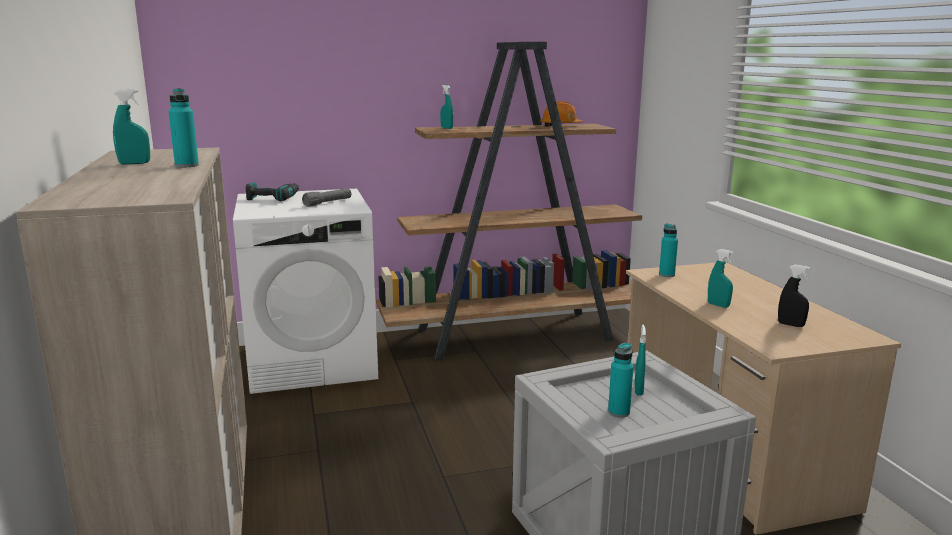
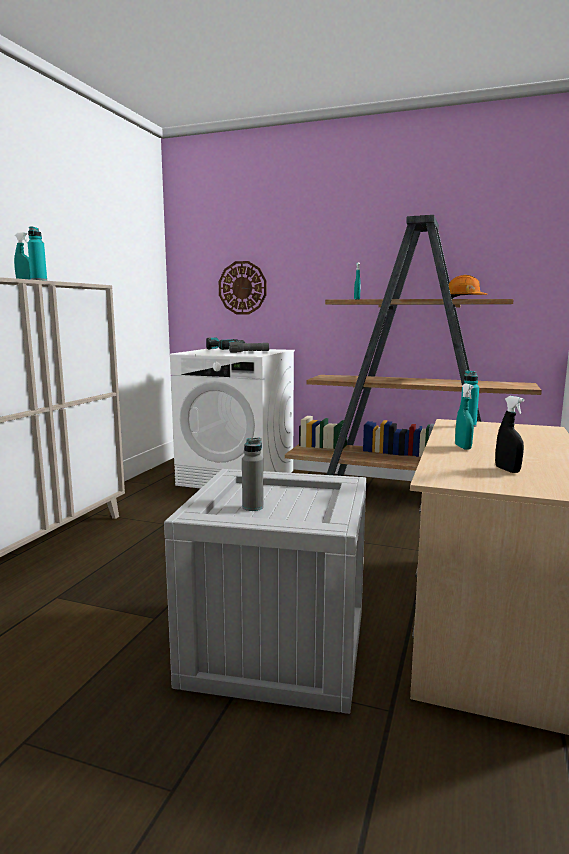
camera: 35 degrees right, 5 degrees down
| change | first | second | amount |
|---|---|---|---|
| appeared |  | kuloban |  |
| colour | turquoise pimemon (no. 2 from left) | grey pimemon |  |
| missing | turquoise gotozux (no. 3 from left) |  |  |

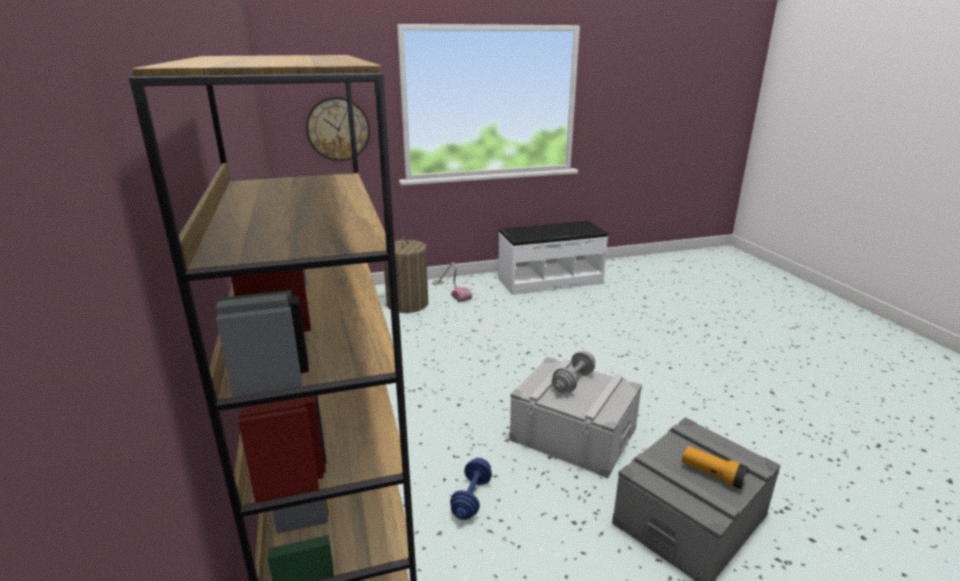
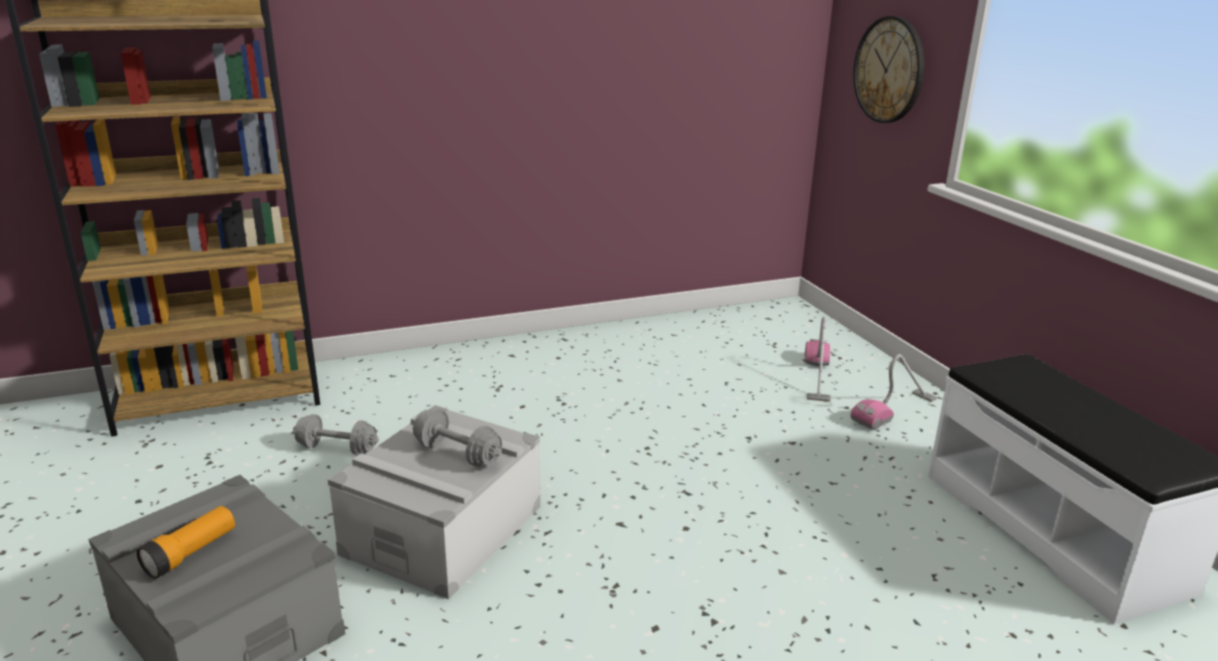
camera: 85 degrees right, 0 degrees up
| change | first | second | amount |
|---|---|---|---|
| colour | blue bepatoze | grey bepatoze (no. 1 from left) |  |
| exchanged | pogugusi | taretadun (no. 1 from left) |  |

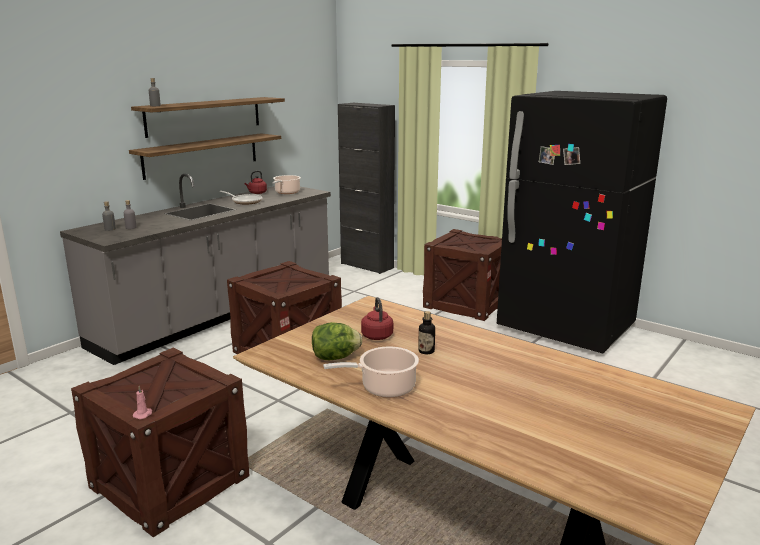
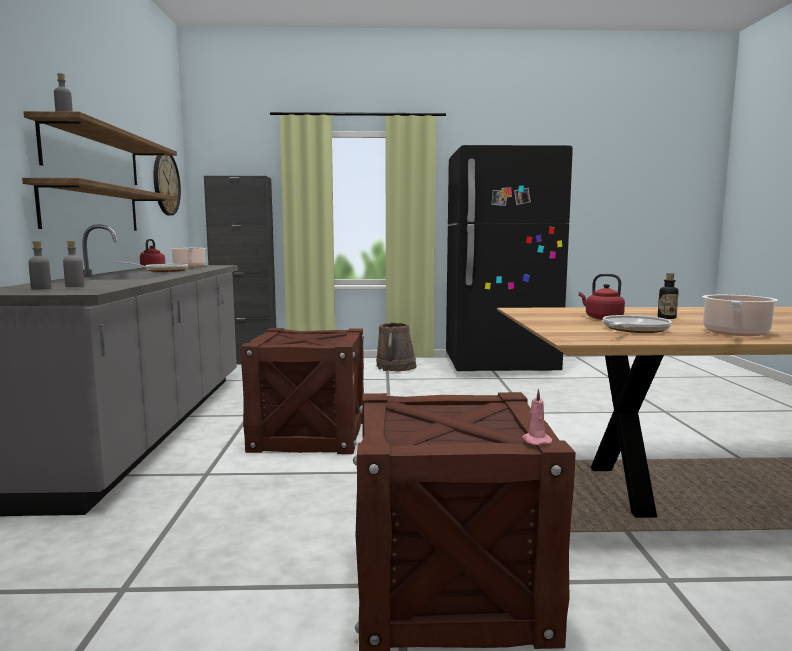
camera: 40 degrees left, 10 degrees down
| change | first | second | amount |
|---|---|---|---|
| appeared |  | kuloban |  |
| exchanged | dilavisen (no. 3 from left) | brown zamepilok |  |
| exchanged | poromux | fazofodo (no. 2 from left) |  |

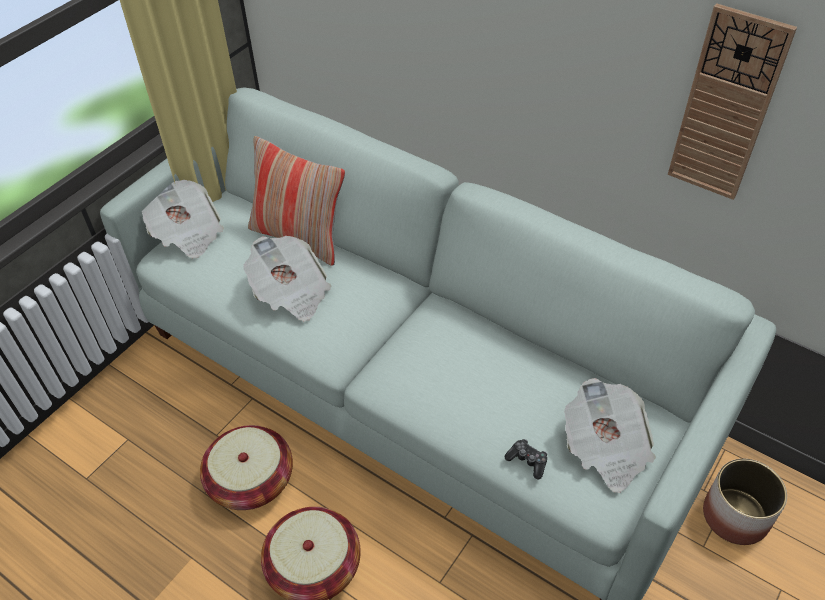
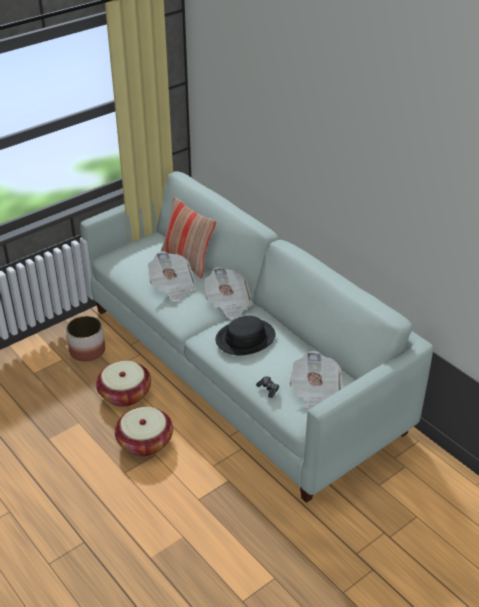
camera: 15 degrees right, 10 degrees down
| change | first | second | amount |
|---|---|---|---|
| relocated | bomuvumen |  |  |
| relocated | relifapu (no. 1 from left in the first image) | relifapu (no. 2 from left) |  |
| appeared |  | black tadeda |  |
| missing | kuloban |  |  |

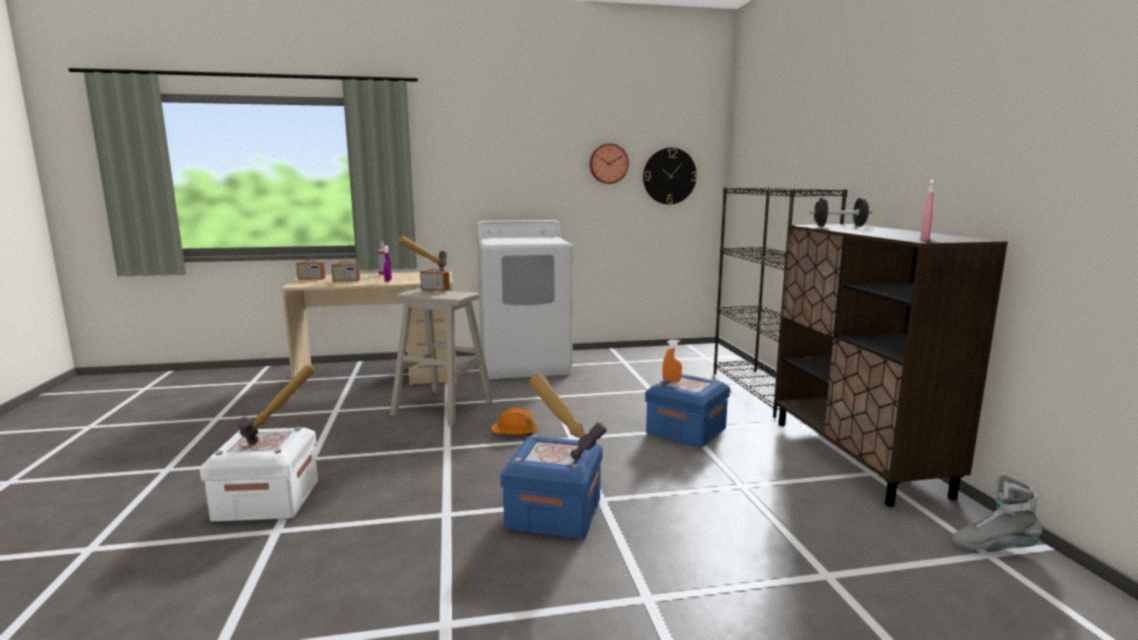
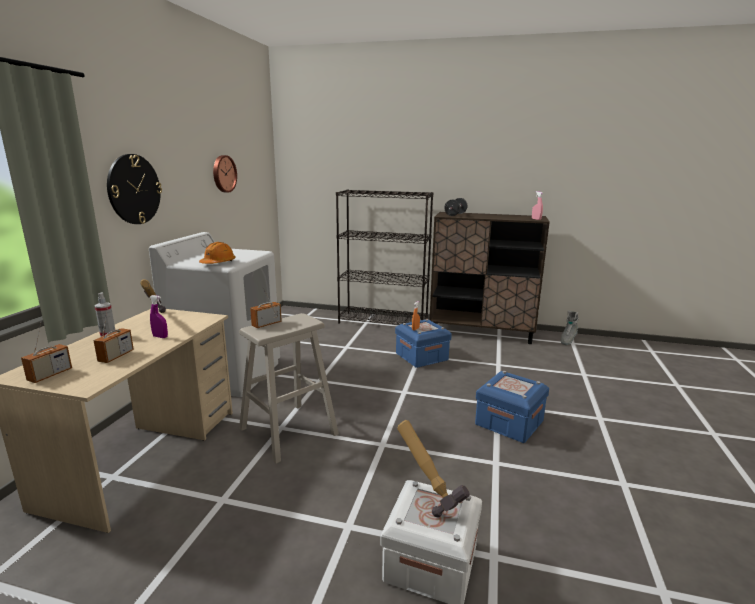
camera: 65 degrees left, 5 degrees up
| change | first | second | amount |
|---|---|---|---|
| relocated | kuloban (no. 2 from left in the first image) | kuloban (no. 1 from left) |  |
| relocated | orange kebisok |  |  |
| missing | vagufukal (no. 3 from left) |  |  |

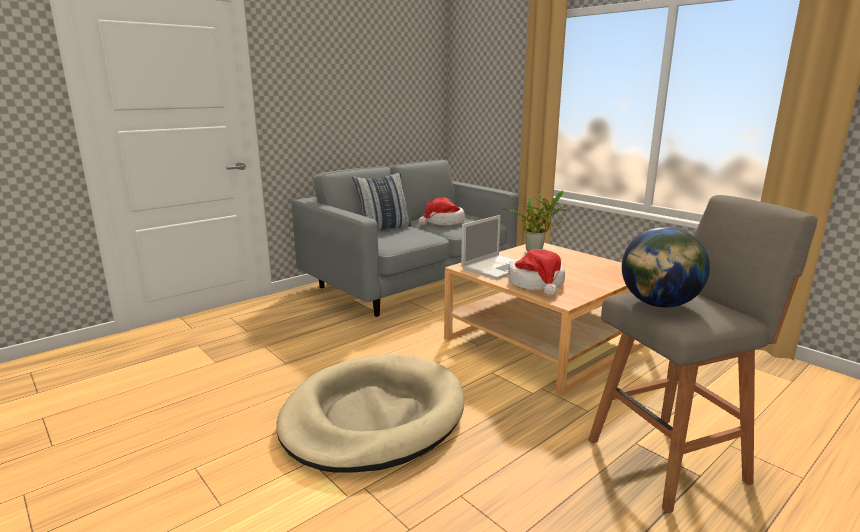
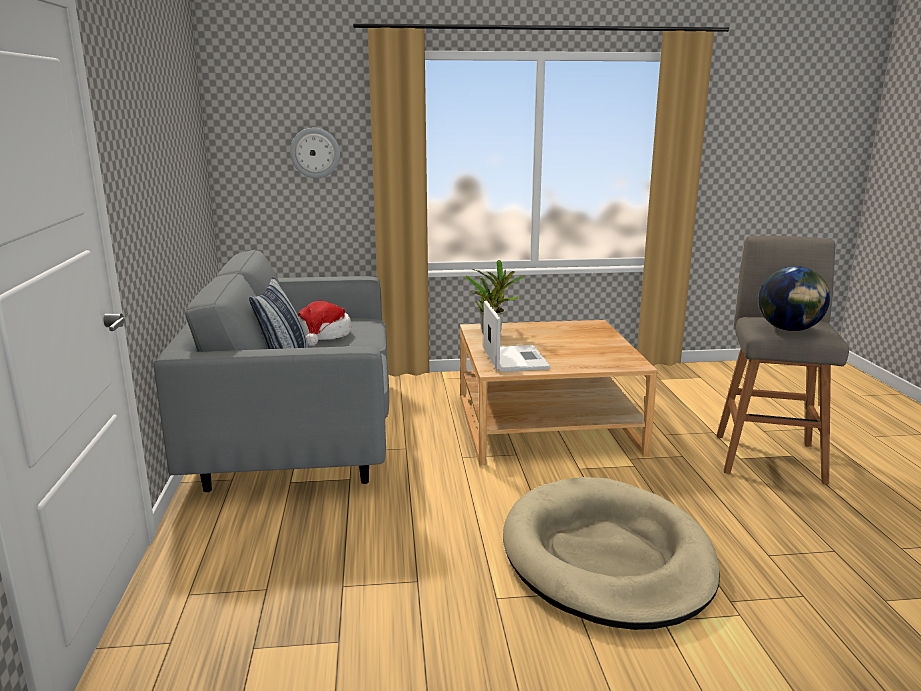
camera: 55 degrees left, 0 degrees up
| change | first | second | amount |
|---|---|---|---|
| appeared |  | kuloban |  |
| missing | tadeda (no. 2 from left) |  |  |

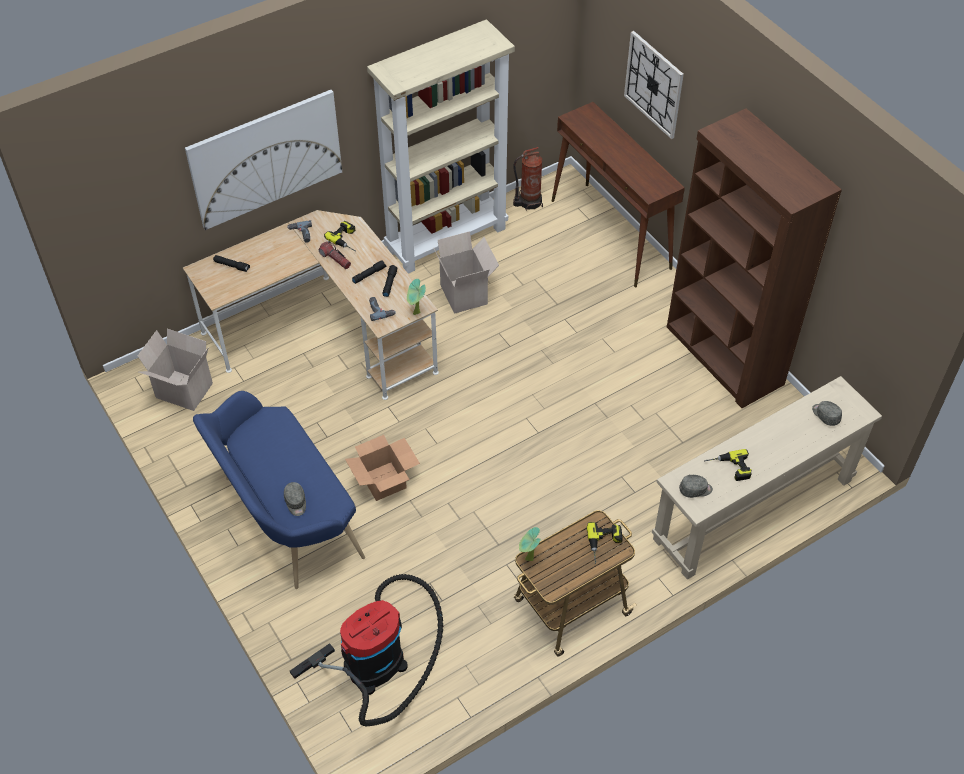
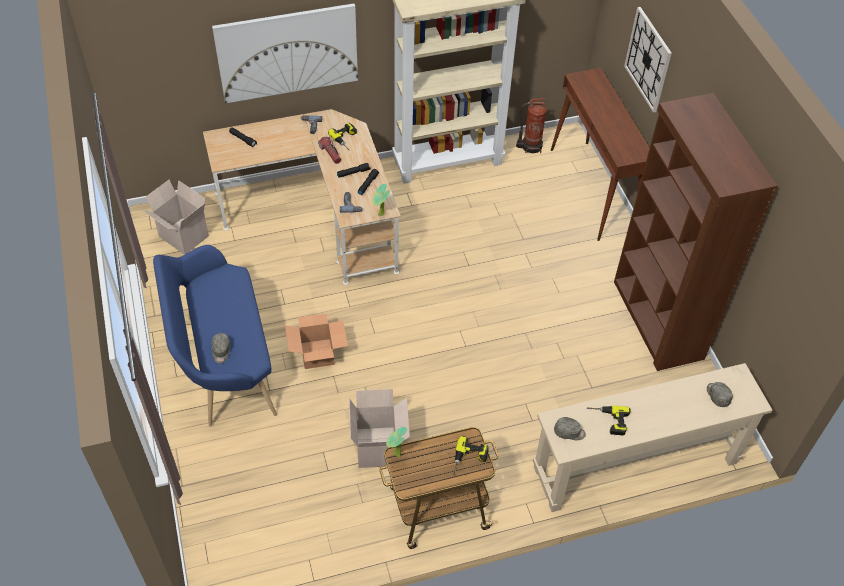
camera: 15 degrees right, 0 degrees up
| change | first | second | amount |
|---|---|---|---|
| relocated | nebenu (no. 3 from left) |  |  |
| missing | taretadun |  |  |

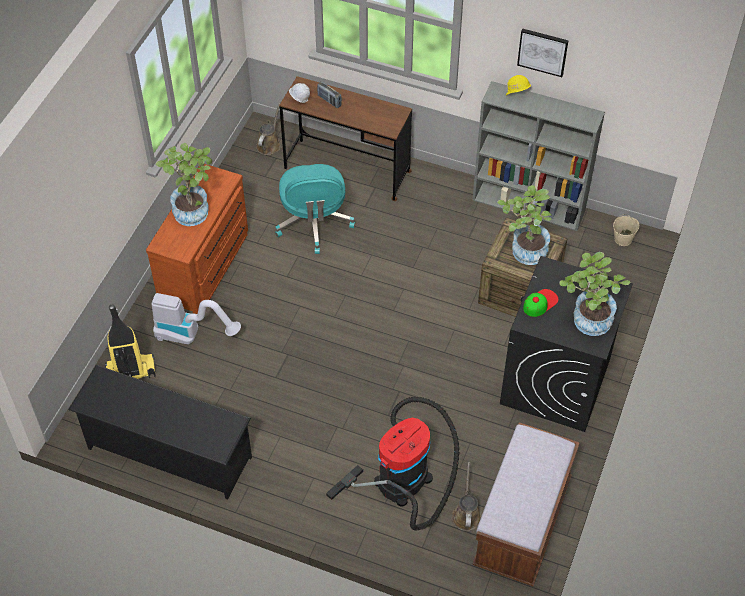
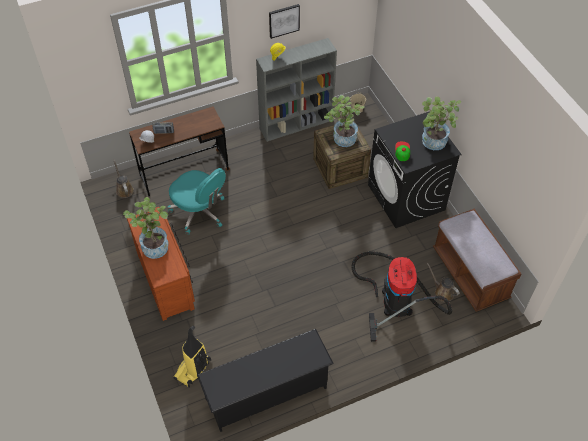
camera: 45 degrees left, 0 degrees up
| change | first | second | amount |
|---|---|---|---|
| missing | taretadun (no. 2 from left) |  |  |

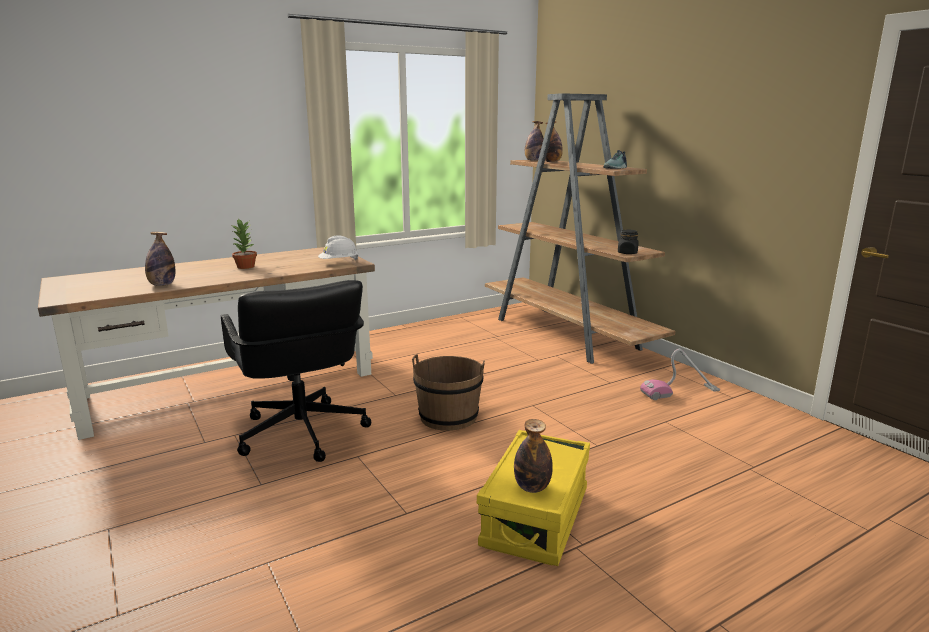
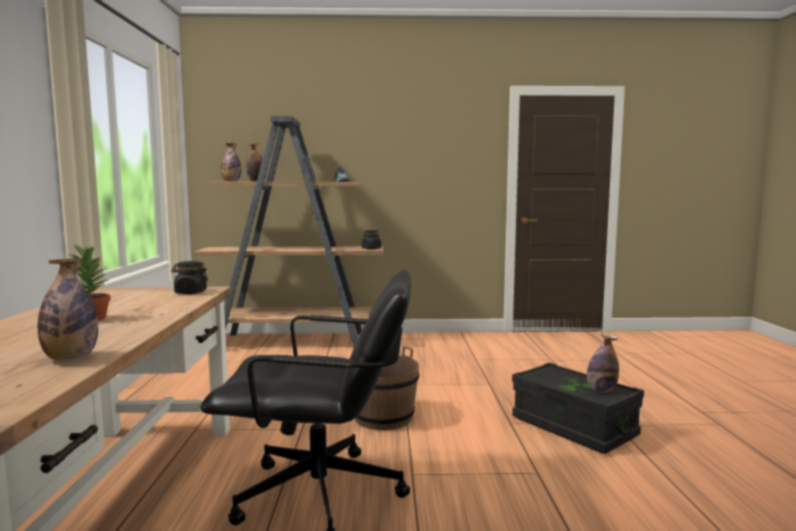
camera: 60 degrees left, 10 degrees down
| change | first | second | amount |
|---|---|---|---|
| exchanged | white kebisok | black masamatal (no. 1 from left) |  |
| colour | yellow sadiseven | black sadiseven |  |
| missing | taretadun |  |  |

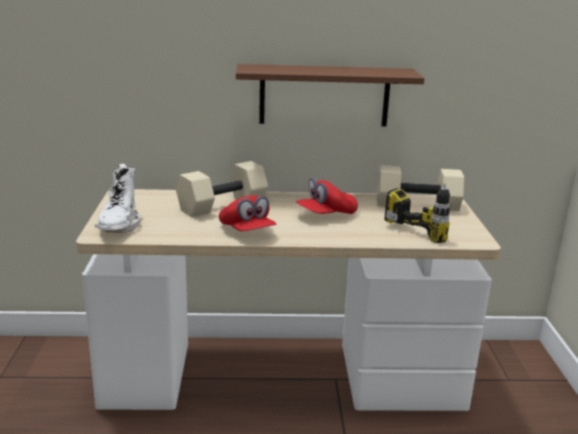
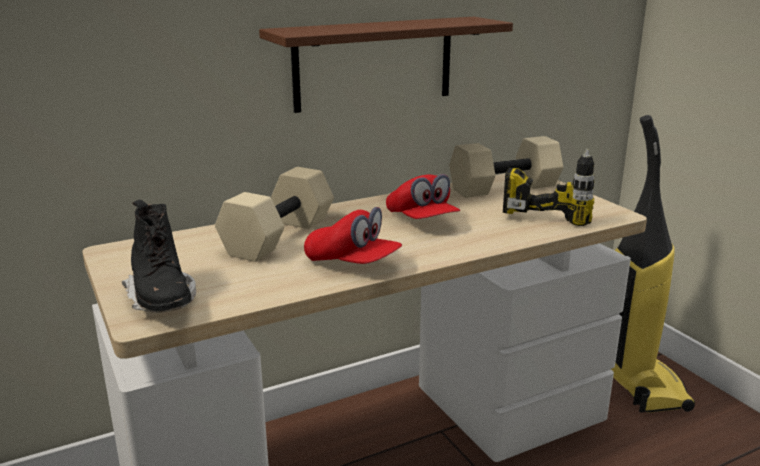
camera: 25 degrees left, 0 degrees up
| change | first | second | amount |
|---|---|---|---|
| colour | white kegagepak | black kegagepak |  |
| spun | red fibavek (no. 2 from left) |  | 60 degrees counterclockwise |
| appeared |  | taretadun |  |

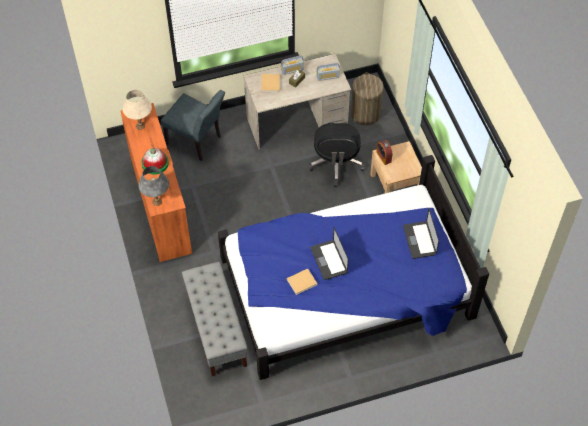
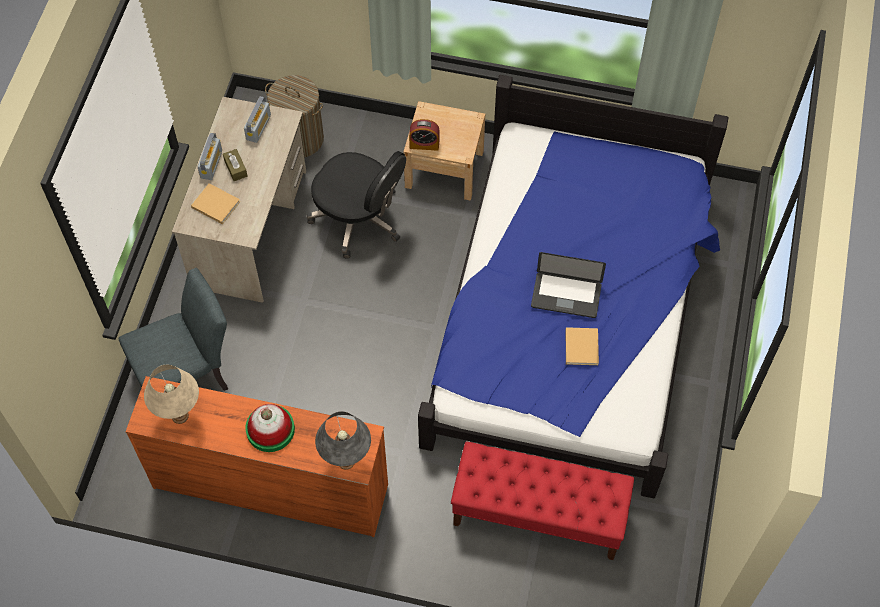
camera: 60 degrees left, 5 degrees up
| change | first | second | amount |
|---|---|---|---|
| colour | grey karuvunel | red karuvunel |  |
| missing | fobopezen (no. 2 from left) |  |  |

